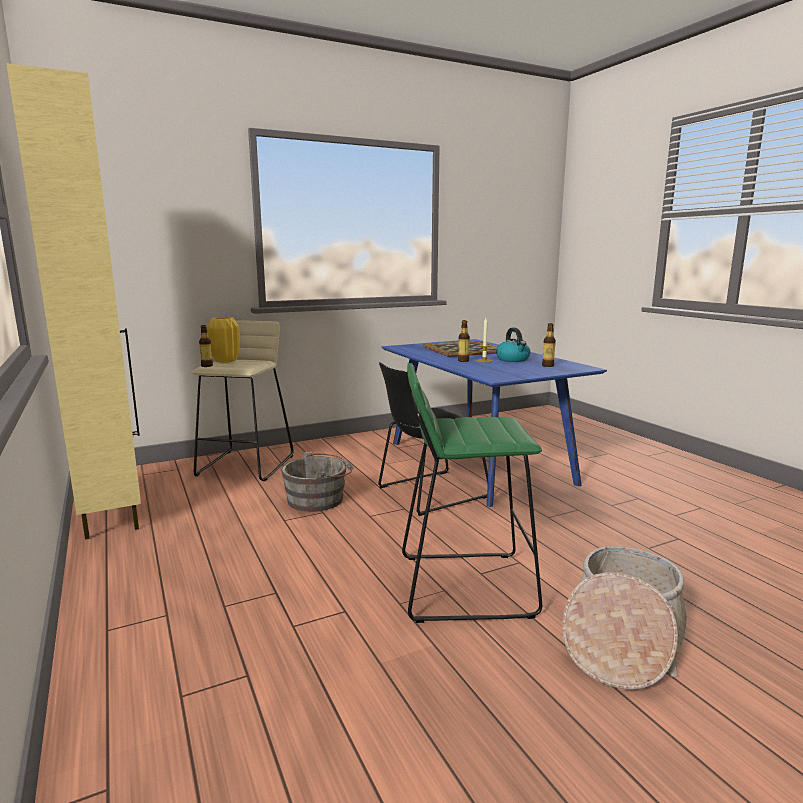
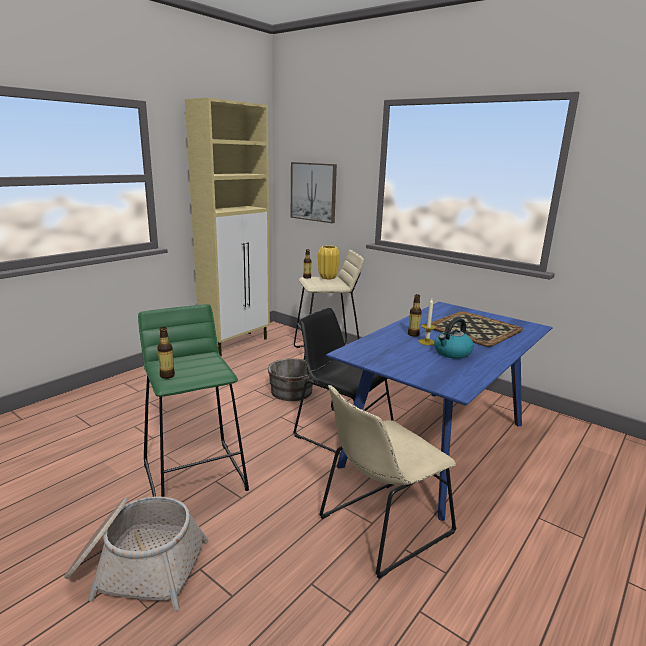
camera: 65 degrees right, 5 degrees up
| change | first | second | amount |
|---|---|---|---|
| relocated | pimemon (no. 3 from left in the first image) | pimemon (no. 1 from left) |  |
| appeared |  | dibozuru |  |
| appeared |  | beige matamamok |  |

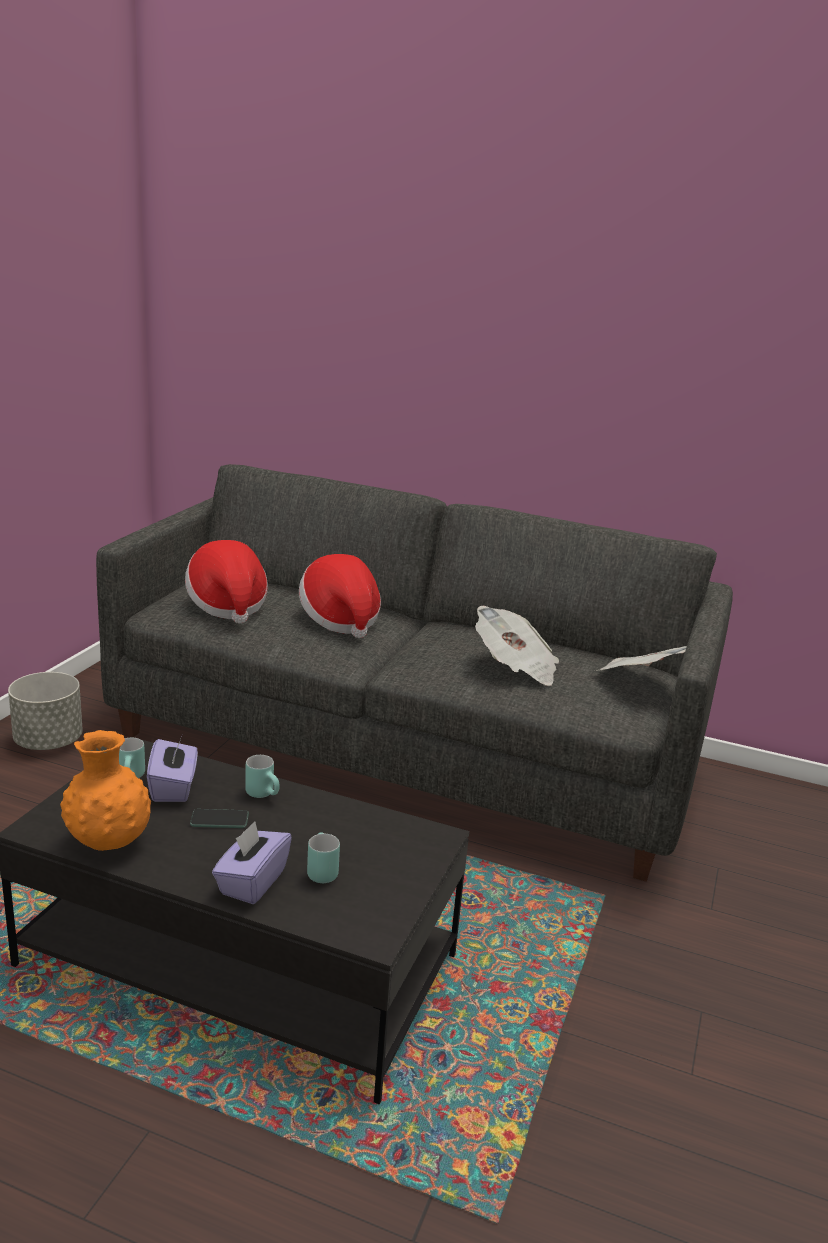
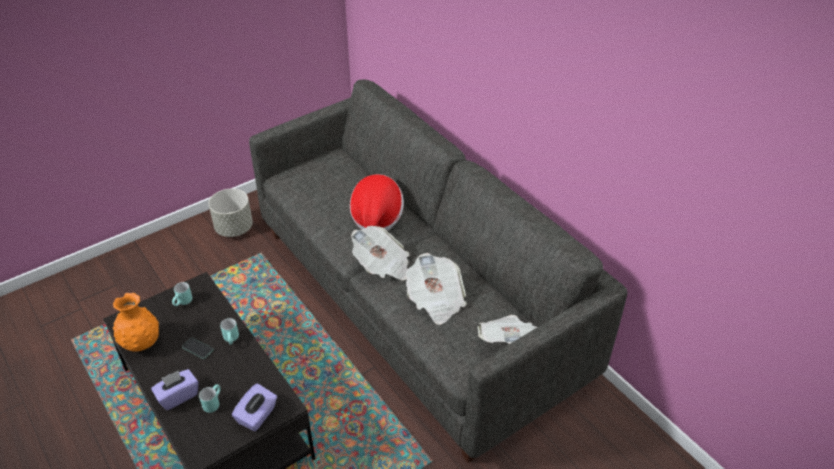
camera: 35 degrees right, 20 degrees up
| change | first | second | amount |
|---|---|---|---|
| relocated | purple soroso (no. 1 from left in the first image) | purple soroso (no. 2 from left) |  |
| appeared |  | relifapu (no. 1 from left) |  |
| missing | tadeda (no. 1 from left) |  |  |

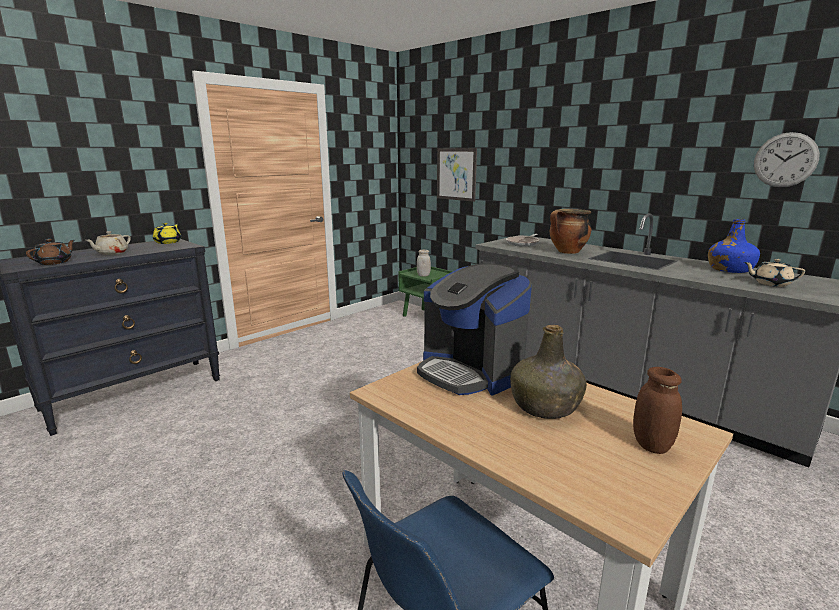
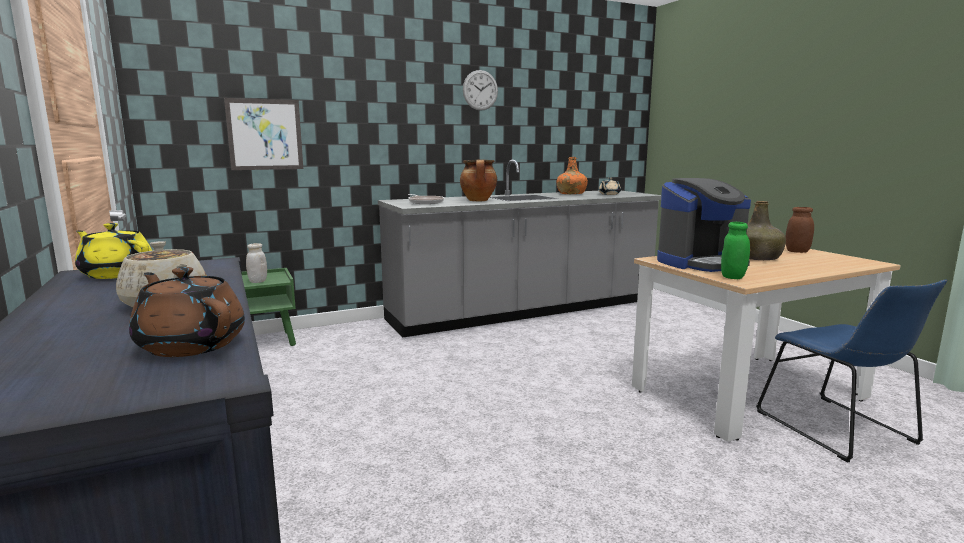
camera: 70 degrees left, 5 degrees down
| change | first | second | amount |
|---|---|---|---|
| relocated | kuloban |  |  |
| colour | blue pimemon | orange pimemon |  |
| appeared |  | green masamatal |  |

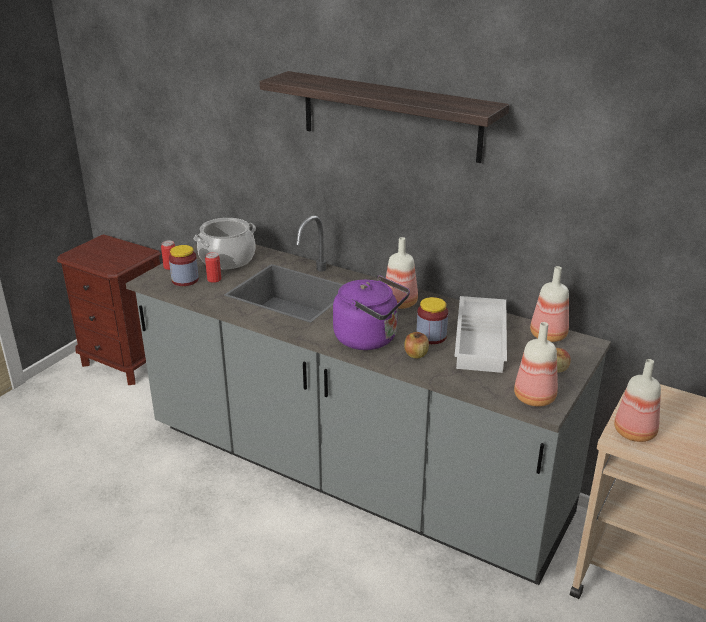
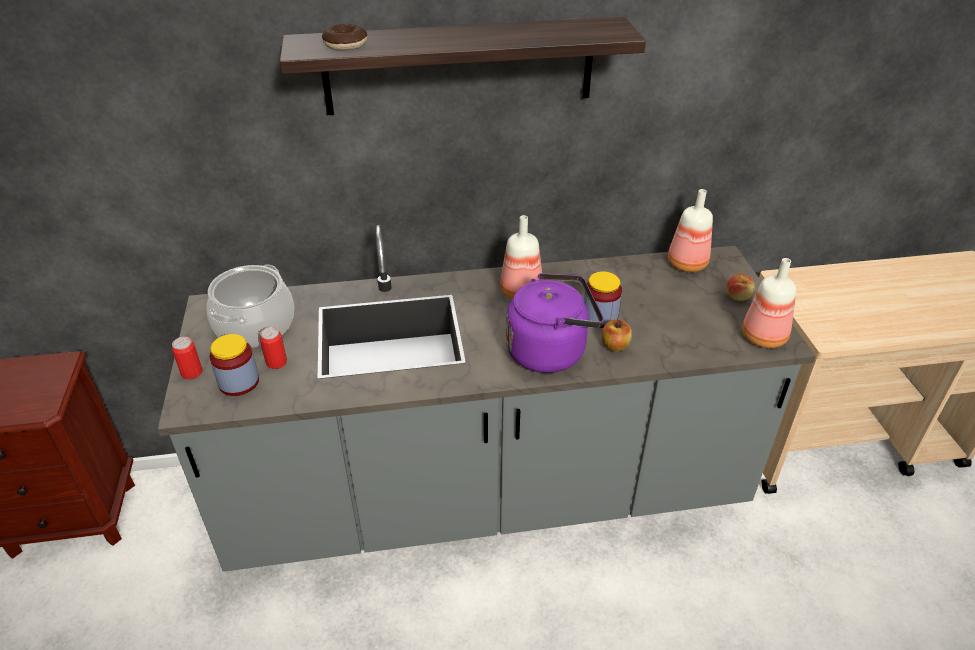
camera: 40 degrees left, 10 degrees up
| change | first | second | amount |
|---|---|---|---|
| appeared |  | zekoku |  |
| missing | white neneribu |  |  |
| missing | pimemon (no. 4 from left) |  |  |

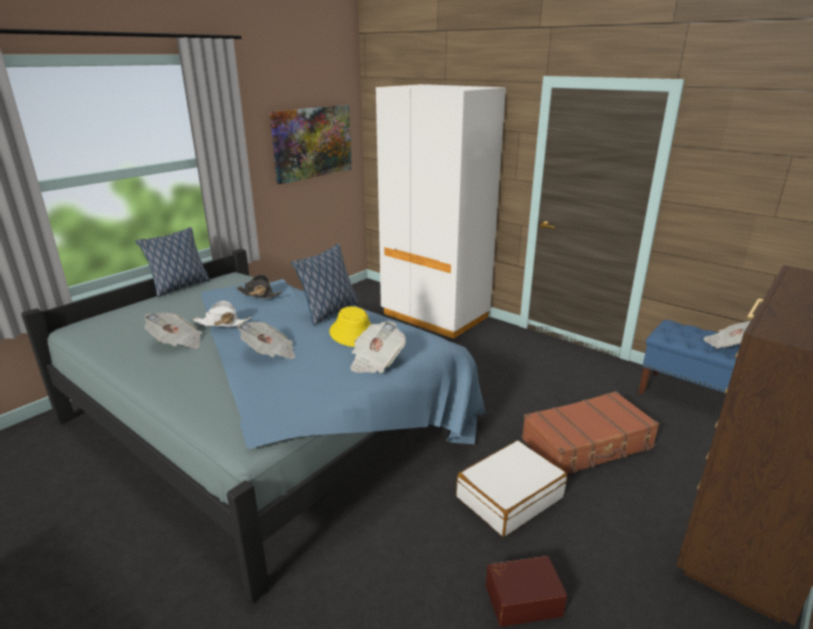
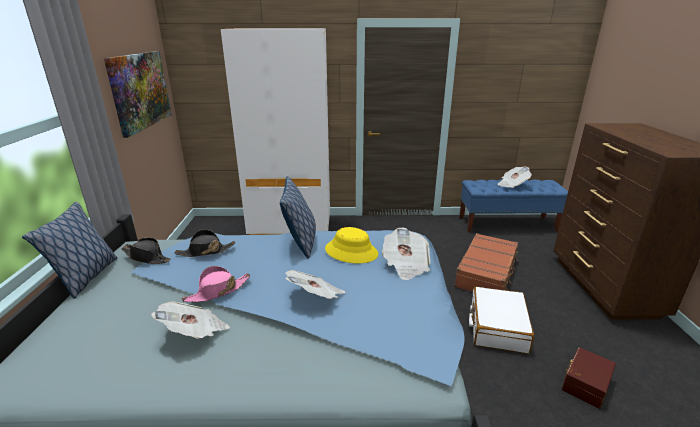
camera: 40 degrees left, 0 degrees up
| change | first | second | amount |
|---|---|---|---|
| appeared |  | black tadeda (no. 1 from left) |  |
| colour | white tadeda | pink tadeda |  |

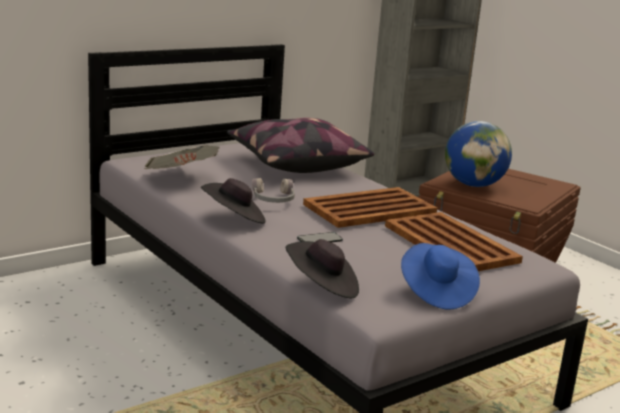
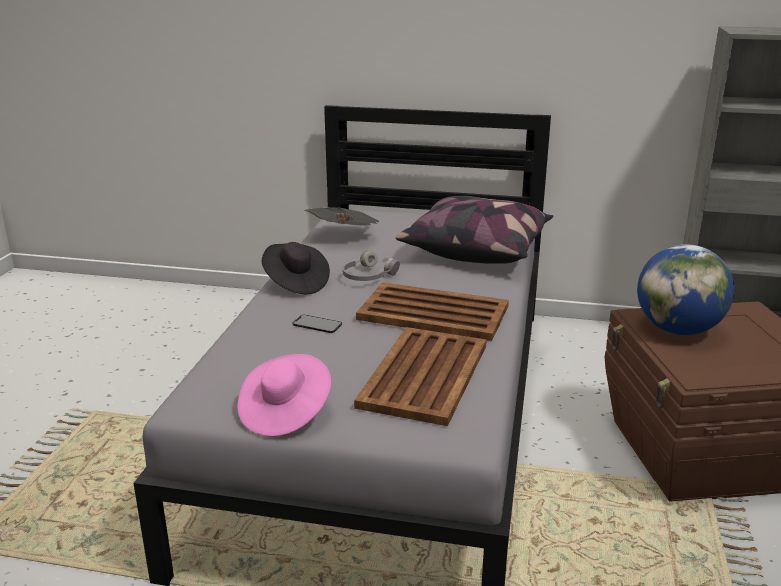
camera: 50 degrees right, 5 degrees up
| change | first | second | amount |
|---|---|---|---|
| colour | blue tadeda | pink tadeda |  |
| missing | black tadeda (no. 2 from left) |  |  |

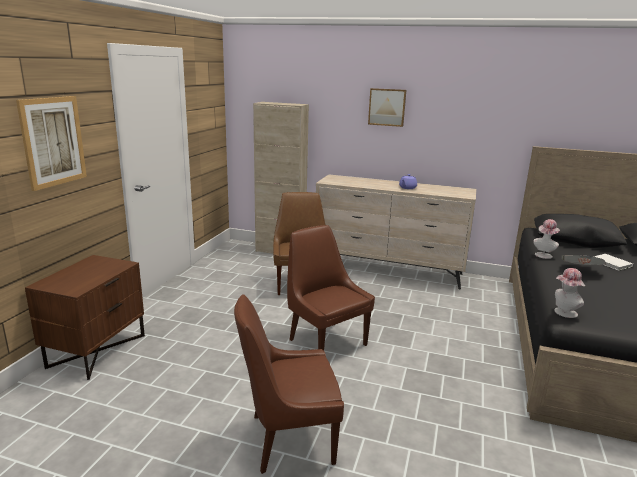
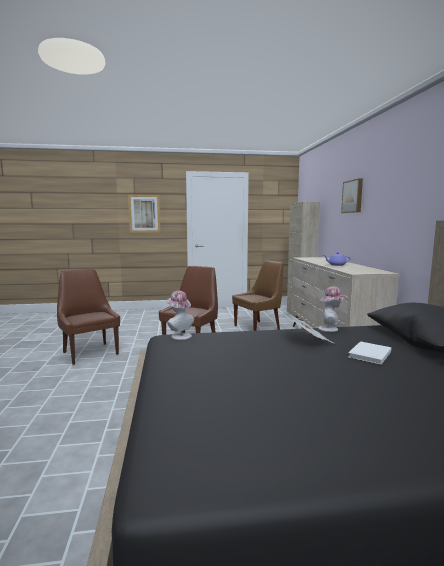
camera: 65 degrees right, 10 degrees down
| change | first | second | amount |
|---|---|---|---|
| missing | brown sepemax |  |  |

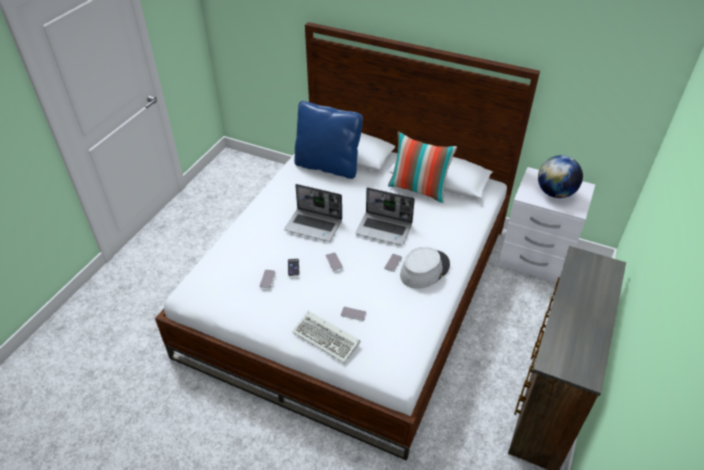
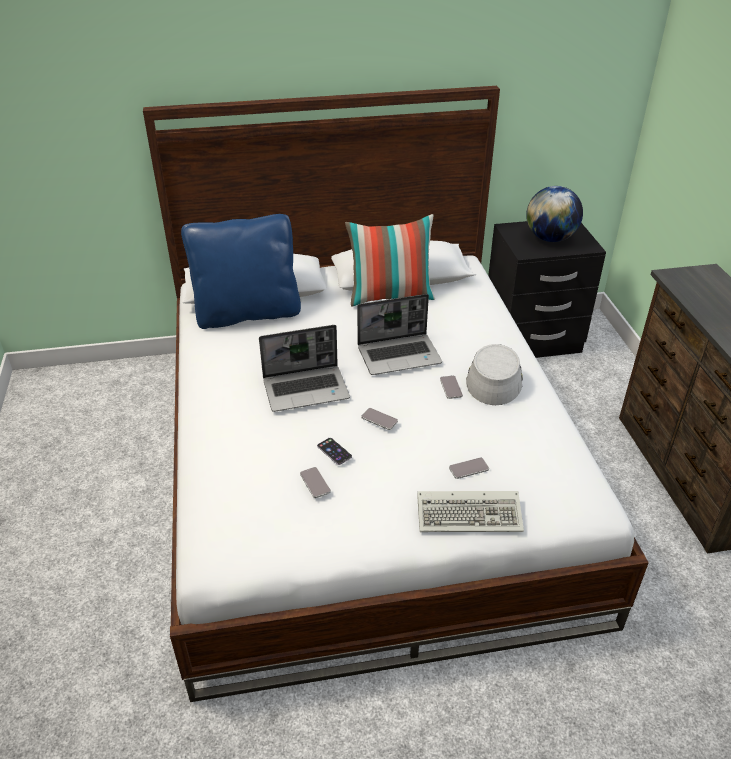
camera: 35 degrees left, 5 degrees down
| change | first | second | amount |
|---|---|---|---|
| colour | white sepemax | black sepemax |  |

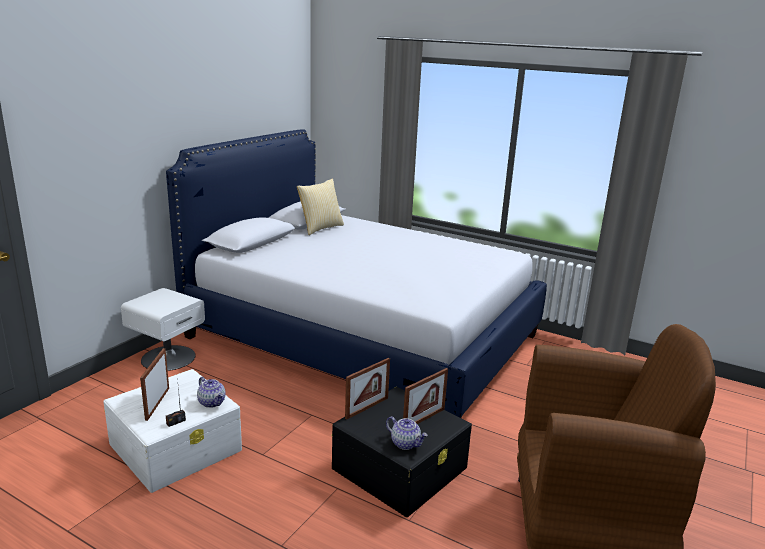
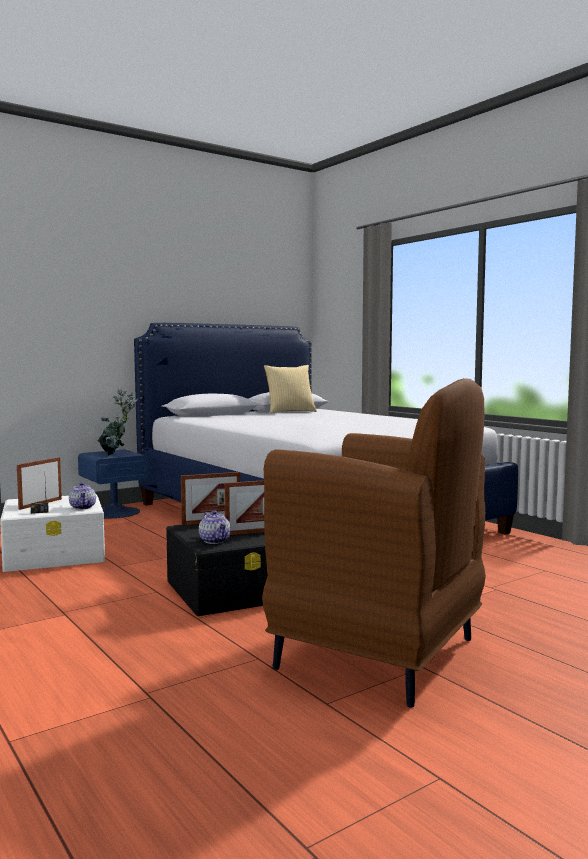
camera: 25 degrees right, 15 degrees down
| change | first | second | amount |
|---|---|---|---|
| colour | white sepemax | blue sepemax |  |
| appeared |  | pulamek |  |

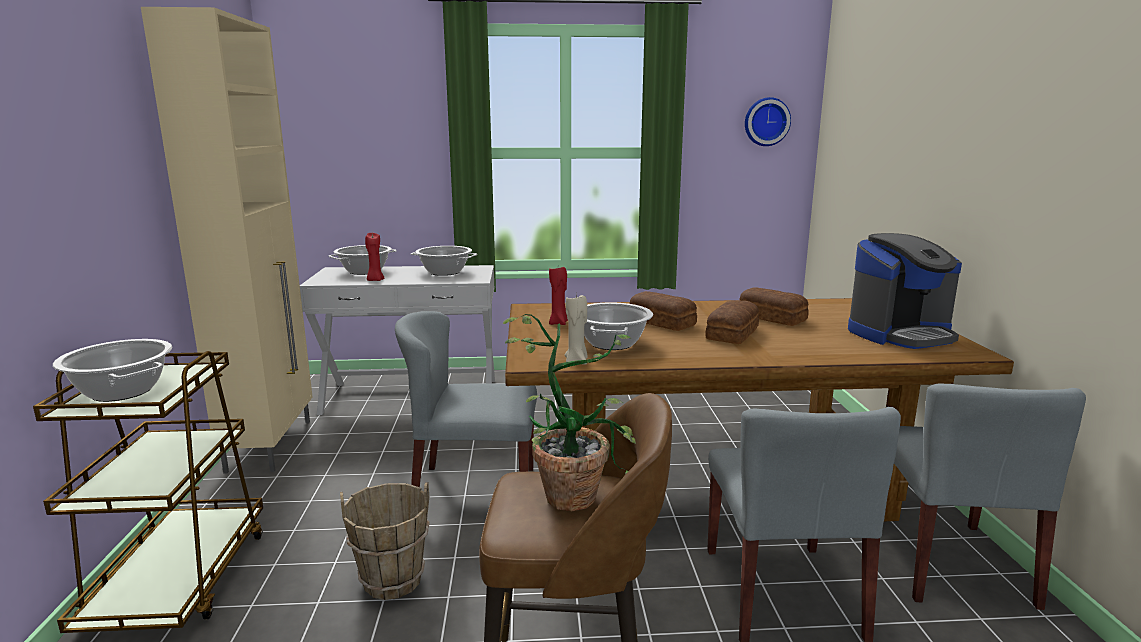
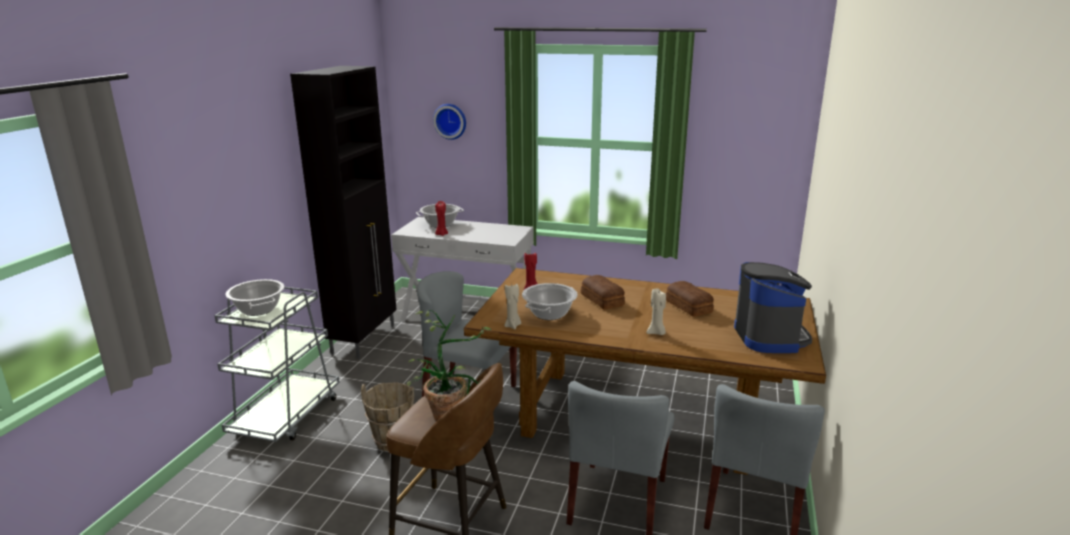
camera: 20 degrees right, 5 degrees up
| change | first | second | amount |
|---|---|---|---|
| colour | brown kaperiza | grey kaperiza |  |
| colour | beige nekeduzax | black nekeduzax |  |
| relocated | kuloban |  |  |
| appeared |  | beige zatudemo (no. 2 from left) |  |
| spun | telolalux |  | 90 degrees counterclockwise |
| missing | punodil (no. 3 from left) |  |  |
| missing | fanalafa (no. 2 from left) |  |  |

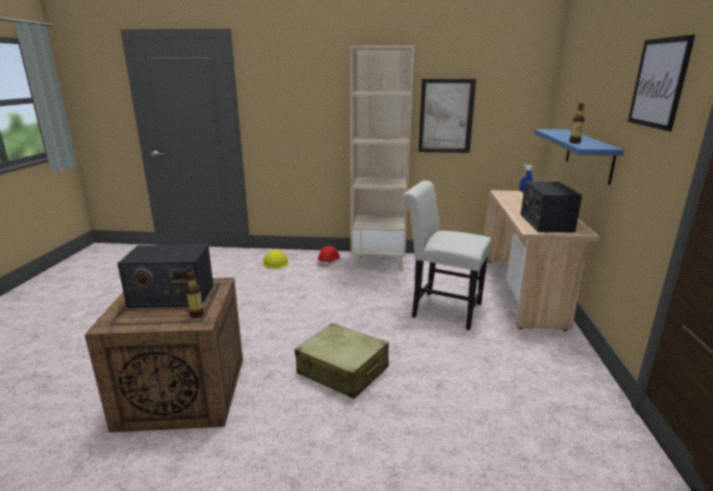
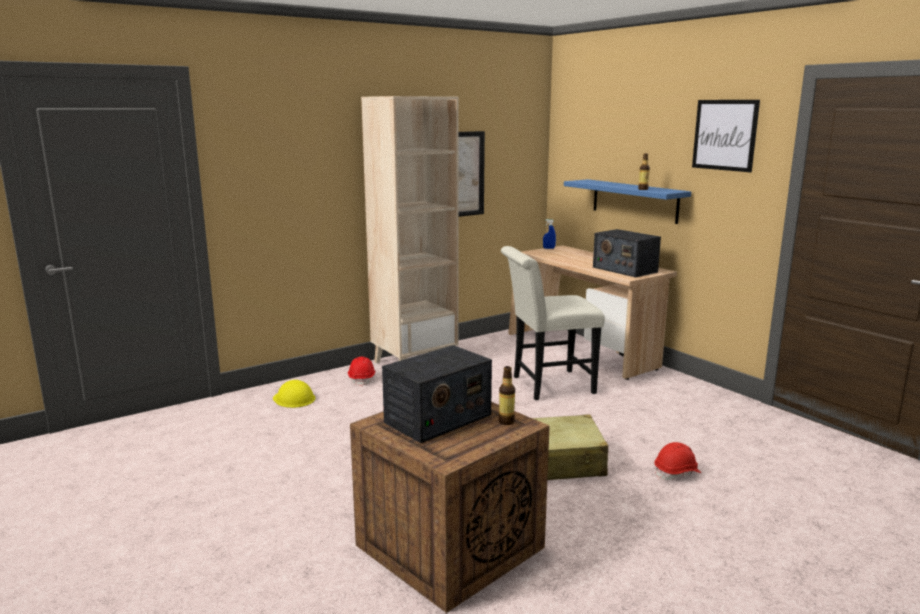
camera: 40 degrees left, 5 degrees down
| change | first | second | amount |
|---|---|---|---|
| appeared |  | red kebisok (no. 2 from left) |  |

